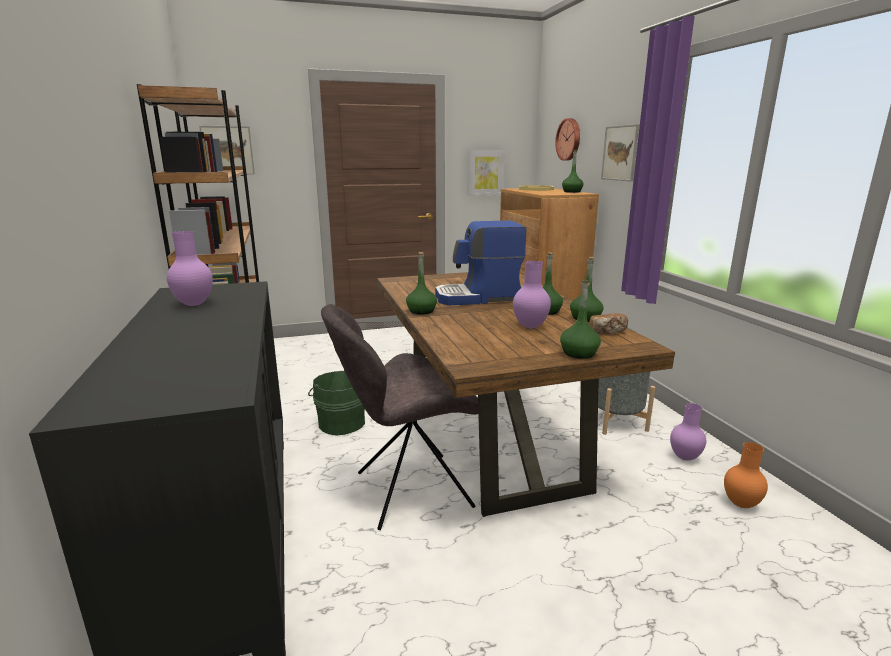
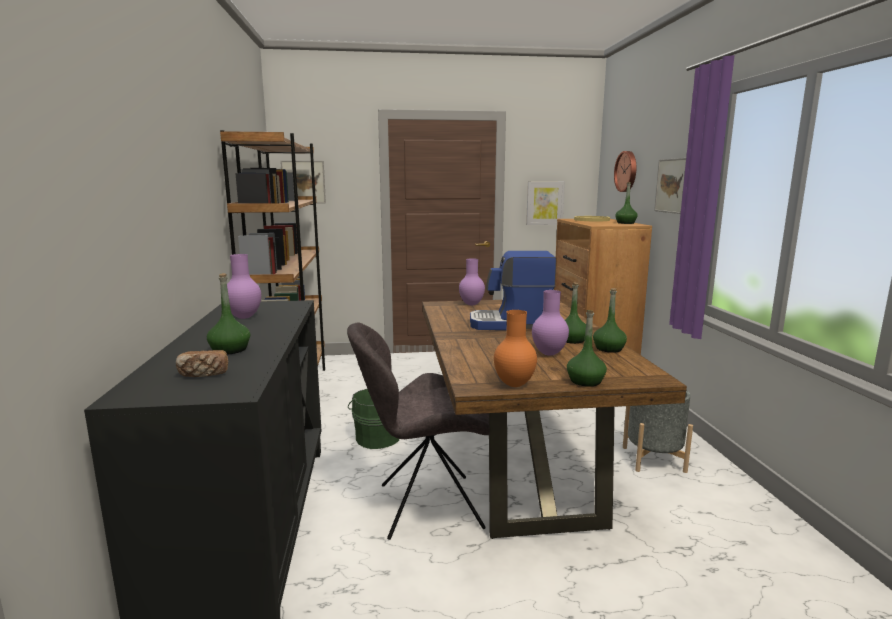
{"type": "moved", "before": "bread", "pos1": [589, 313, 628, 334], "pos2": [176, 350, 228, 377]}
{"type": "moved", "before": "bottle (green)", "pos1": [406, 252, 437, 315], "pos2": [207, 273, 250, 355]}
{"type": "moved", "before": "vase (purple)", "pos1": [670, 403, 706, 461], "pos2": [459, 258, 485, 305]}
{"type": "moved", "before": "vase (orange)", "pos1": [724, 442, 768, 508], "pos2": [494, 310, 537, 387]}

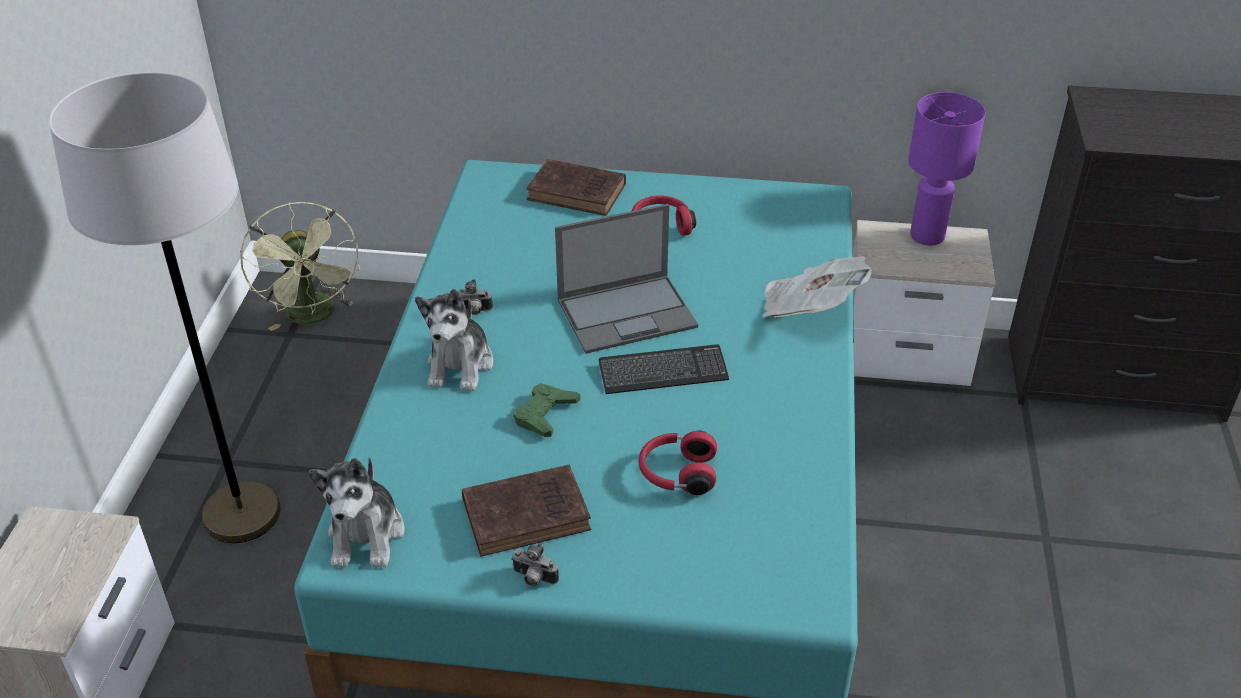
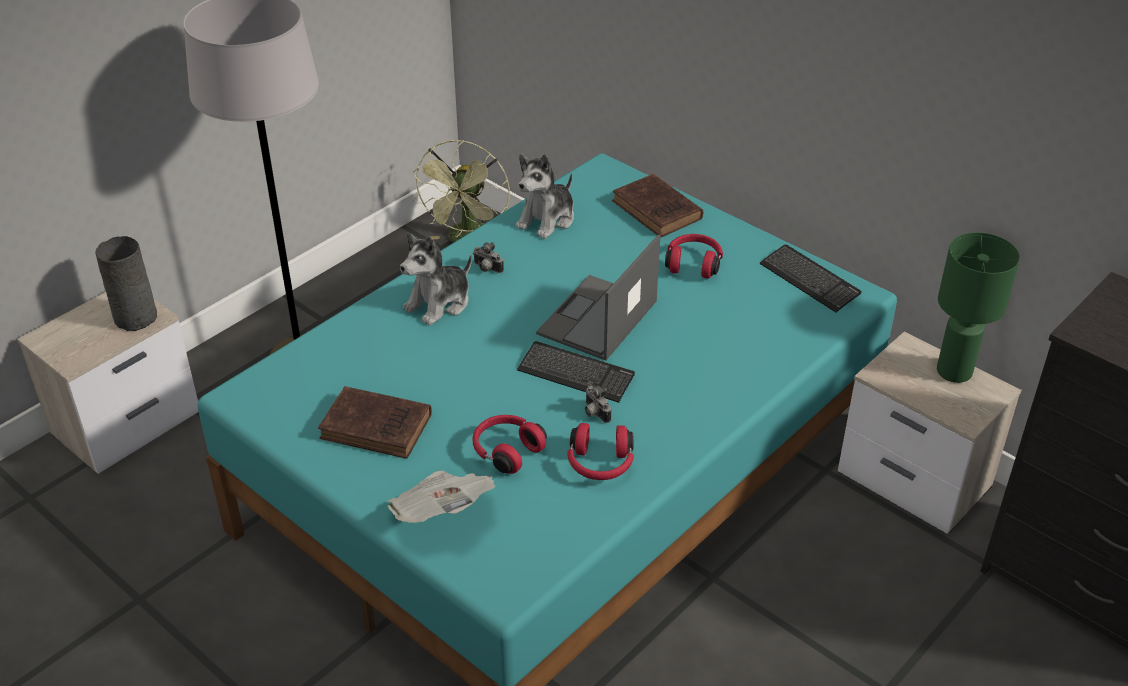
{"type": "added", "after": "vase (grey)", "pos2": [95, 236, 157, 331]}
{"type": "moved", "before": "newspaper", "pos1": [763, 256, 872, 317], "pos2": [387, 471, 495, 523]}
{"type": "moved", "before": "plush toy", "pos1": [309, 456, 404, 568], "pos2": [516, 154, 574, 239]}
{"type": "turned", "before": "laptop", "pos1": [555, 204, 698, 354], "pos2": [536, 235, 660, 360], "turn": 105}
{"type": "added", "after": "headphones (red)", "pos2": [567, 423, 634, 480]}
{"type": "moved", "before": "photo camera", "pos1": [511, 543, 559, 586], "pos2": [585, 386, 611, 423]}
{"type": "added", "after": "keyboard", "pos2": [760, 244, 862, 312]}
{"type": "recoloured", "before": "table lamp (purple)", "after": "table lamp (green)", "pos1": [908, 92, 985, 245], "pos2": [937, 232, 1020, 383]}
{"type": "removed", "before": "game controller (green)", "pos1": [514, 383, 580, 437]}

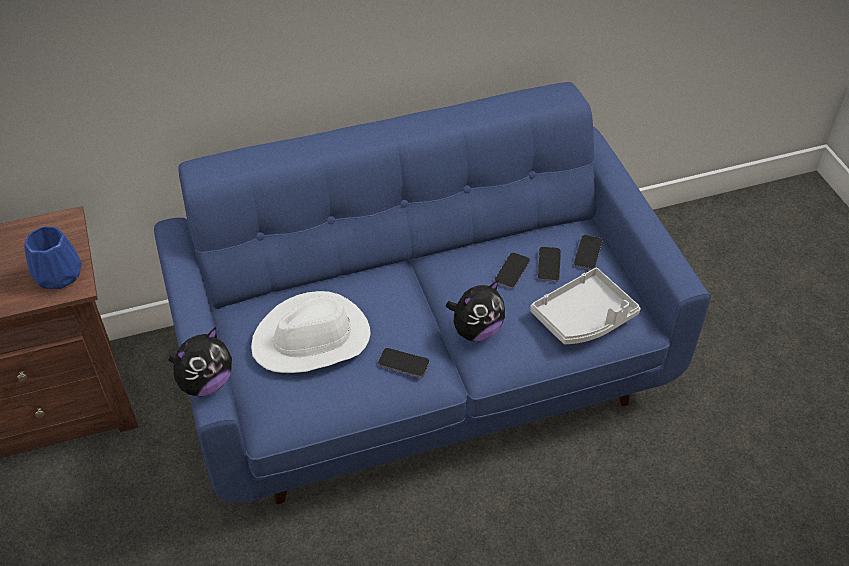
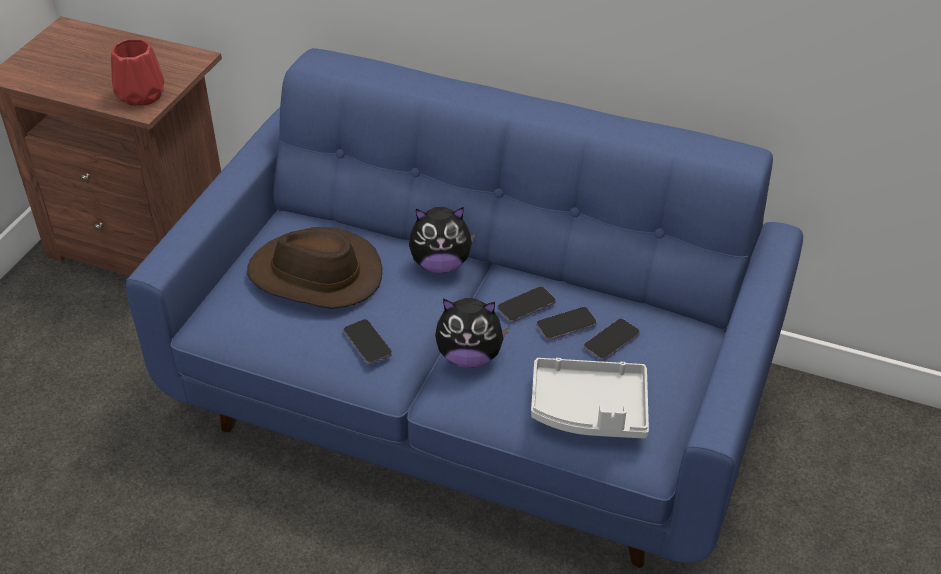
{"type": "recoloured", "before": "vase (blue)", "after": "vase (red)", "pos1": [24, 226, 82, 289], "pos2": [111, 39, 164, 106]}
{"type": "recoloured", "before": "hat (white)", "after": "hat (brown)", "pos1": [251, 291, 371, 373], "pos2": [247, 227, 382, 309]}
{"type": "moved", "before": "plush toy", "pos1": [169, 327, 232, 396], "pos2": [409, 207, 476, 273]}
{"type": "moved", "before": "phone", "pos1": [574, 235, 603, 270], "pos2": [497, 286, 556, 322]}

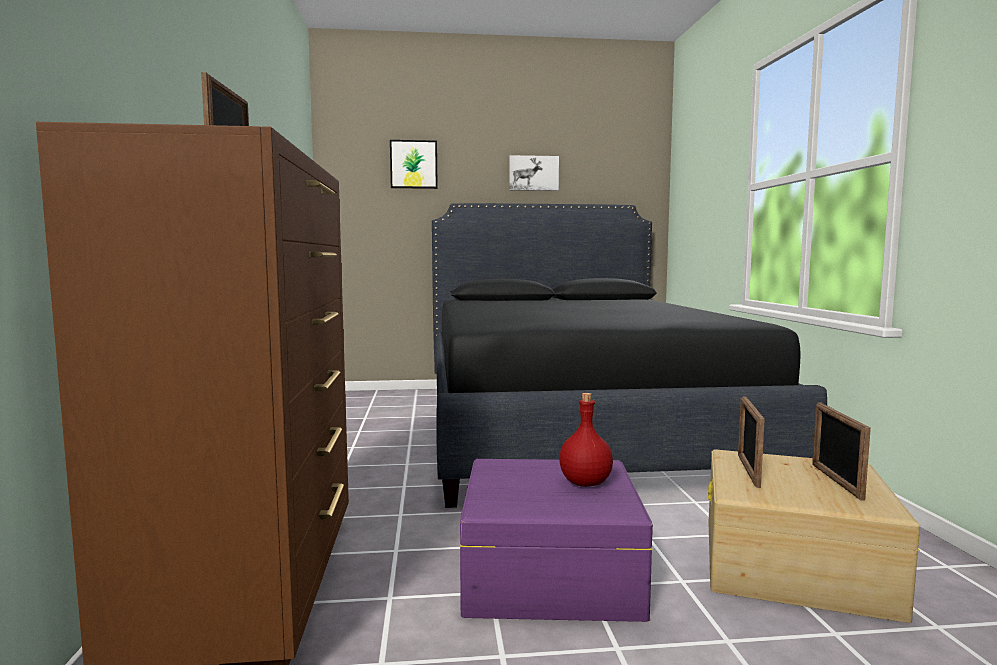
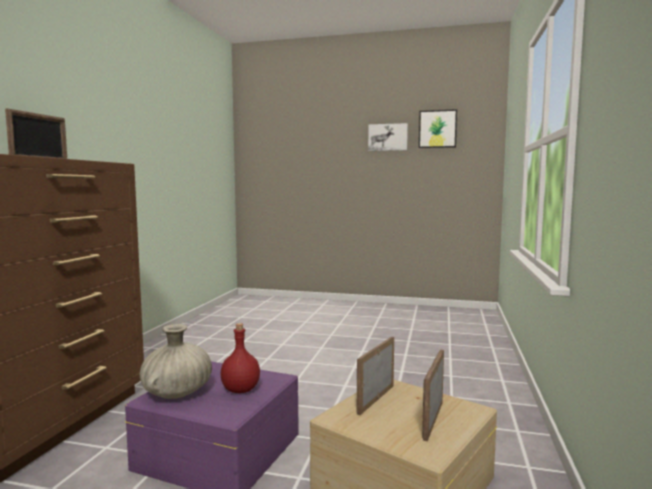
{"type": "added", "after": "vase (beige)", "pos2": [140, 324, 212, 399]}
{"type": "moved", "before": "picture", "pos1": [390, 140, 438, 189], "pos2": [419, 109, 457, 148]}
{"type": "removed", "before": "bed (black)", "pos1": [432, 203, 827, 508]}

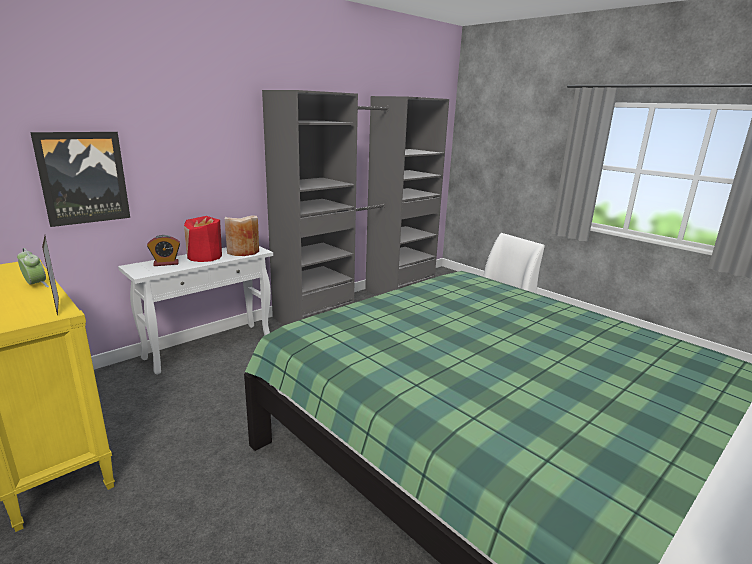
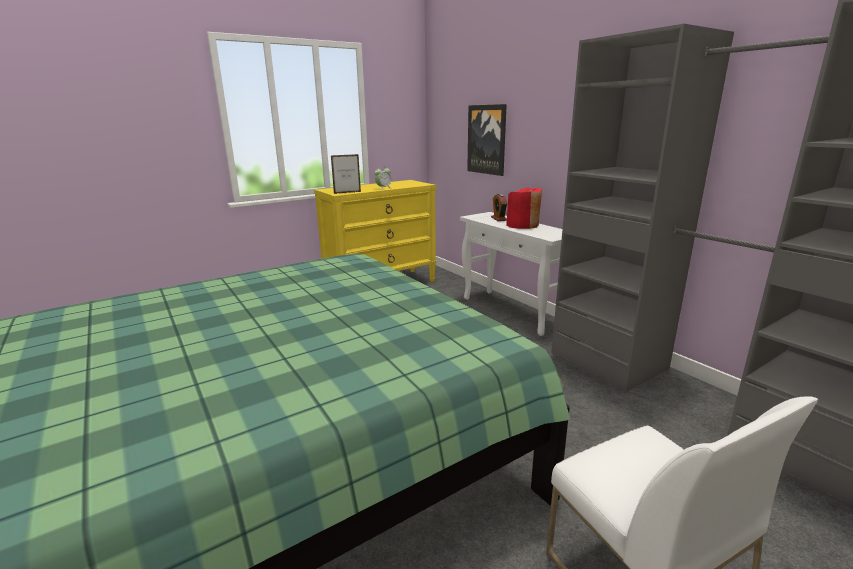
{"type": "removed", "before": "vase (beige)", "pos1": [225, 215, 259, 256]}

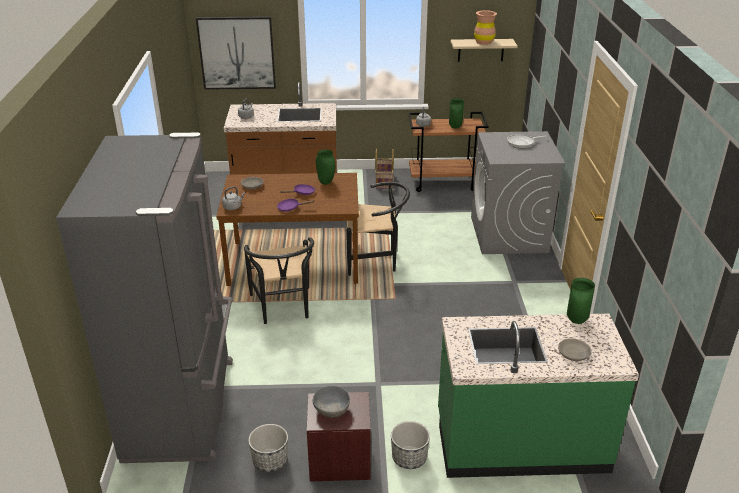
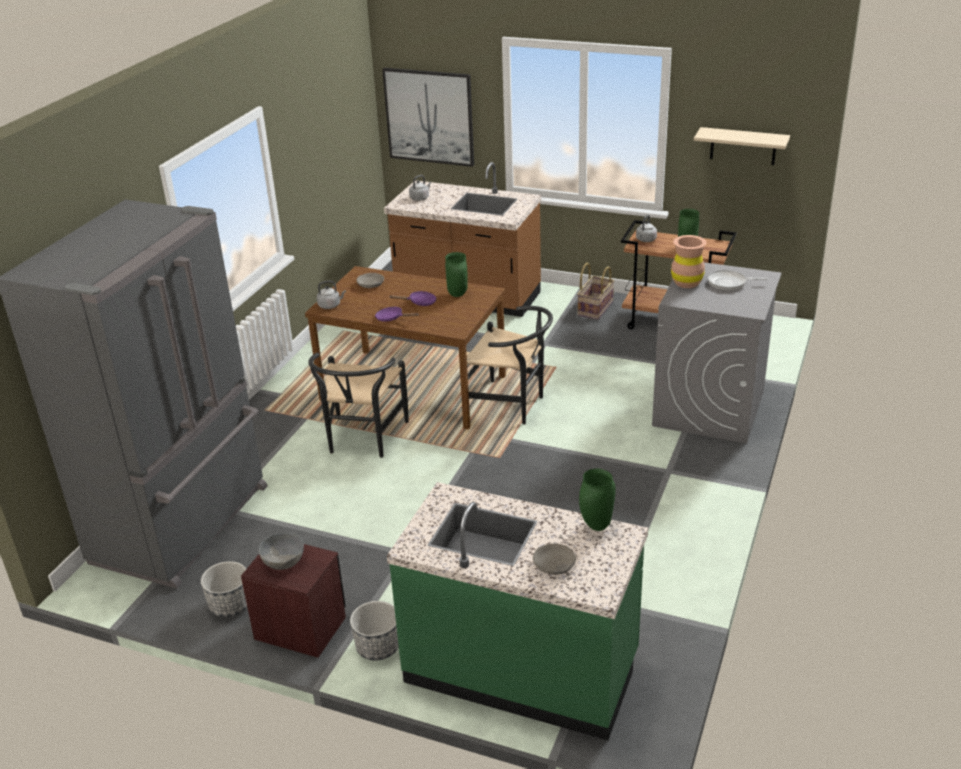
{"type": "moved", "before": "vase (brown)", "pos1": [474, 10, 497, 45], "pos2": [671, 235, 707, 288]}

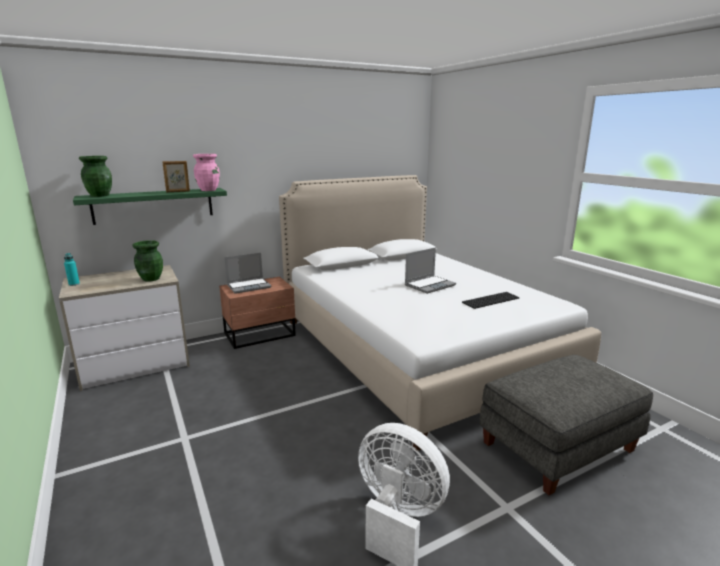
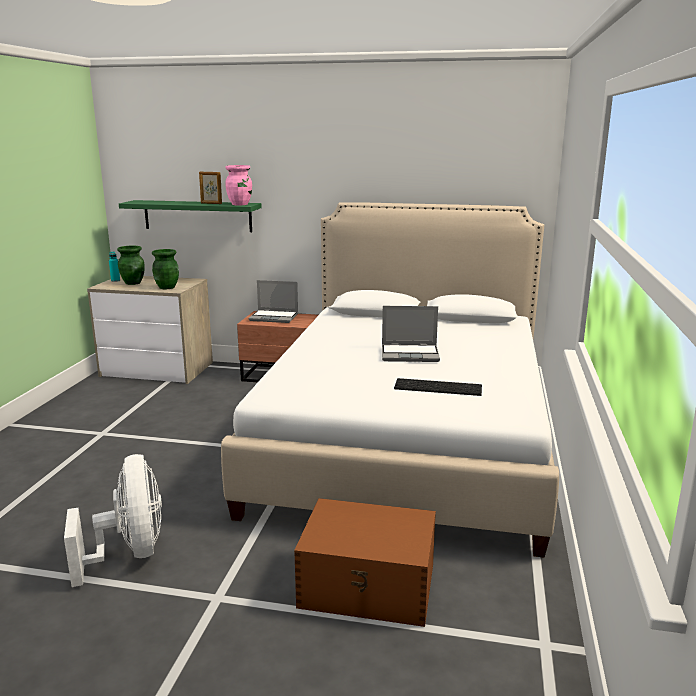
{"type": "moved", "before": "vase (green)", "pos1": [79, 156, 112, 197], "pos2": [117, 246, 145, 285]}
{"type": "replaced", "before": "ottoman (grey)", "after": "storage box (brown)", "pos1": [479, 355, 653, 495], "pos2": [294, 498, 436, 627]}

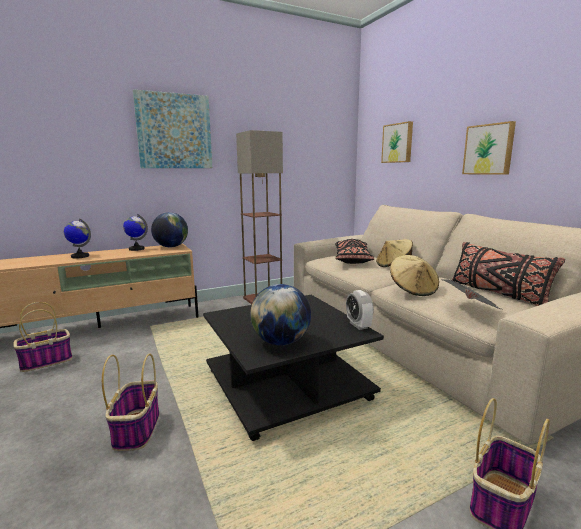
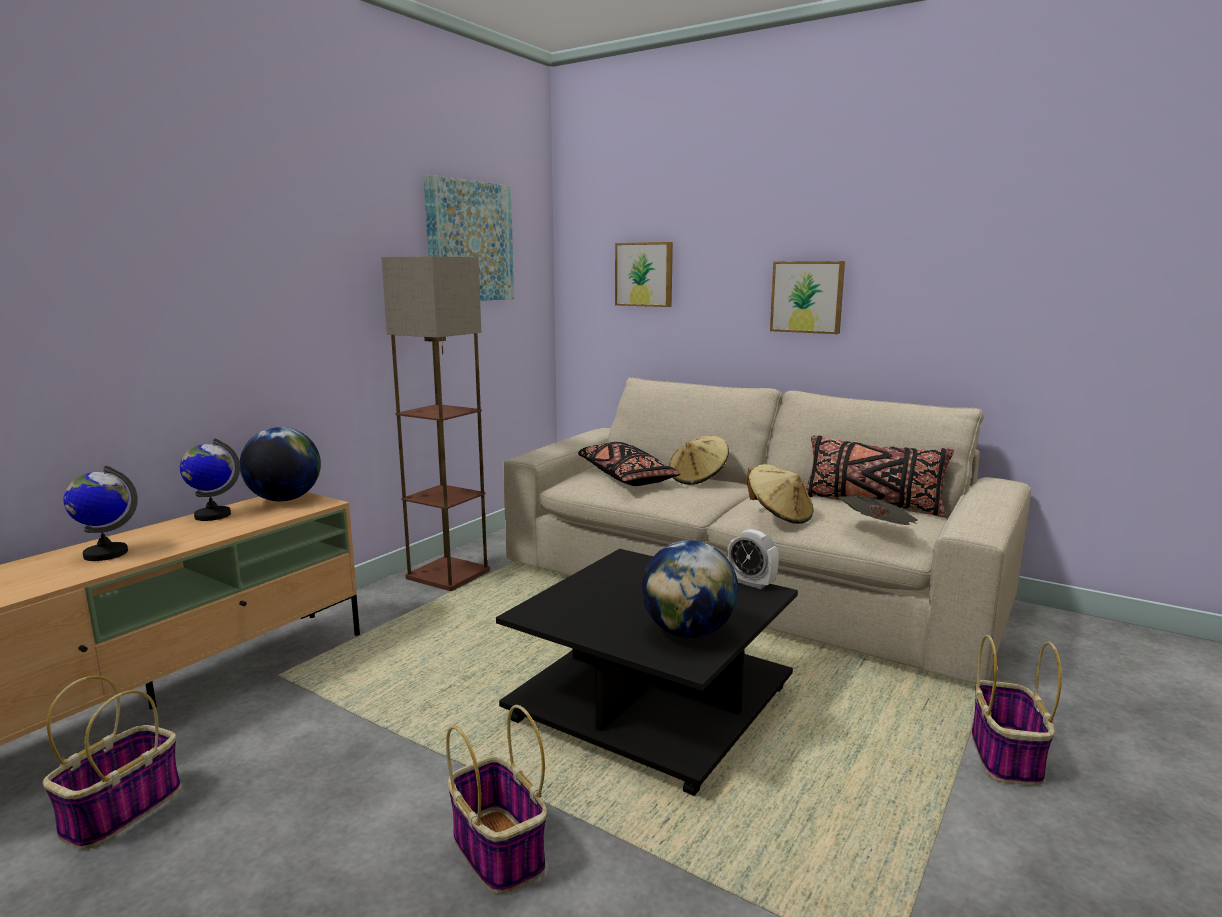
{"type": "moved", "before": "picture", "pos1": [133, 89, 212, 168], "pos2": [424, 175, 514, 301]}

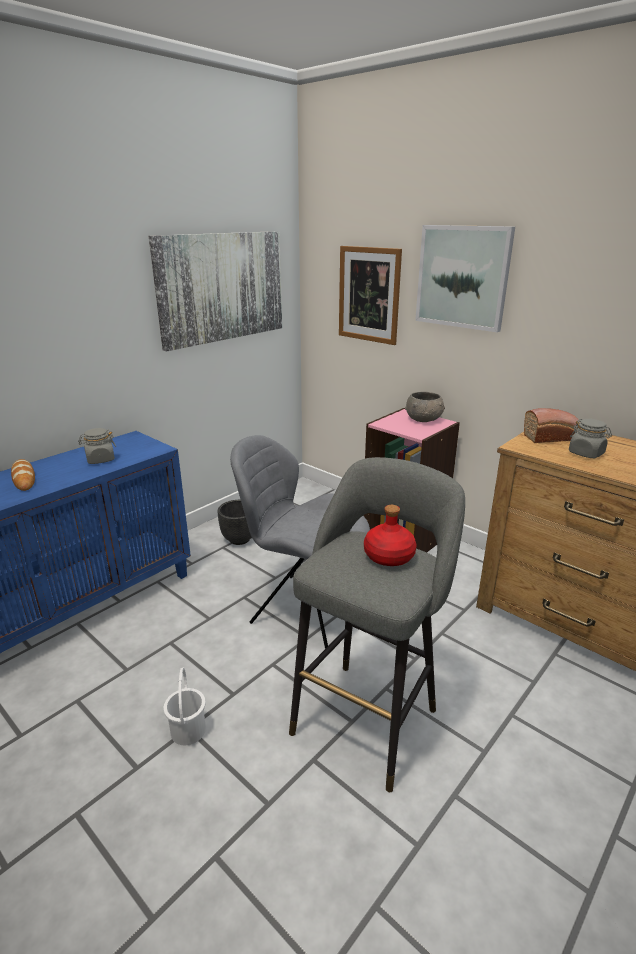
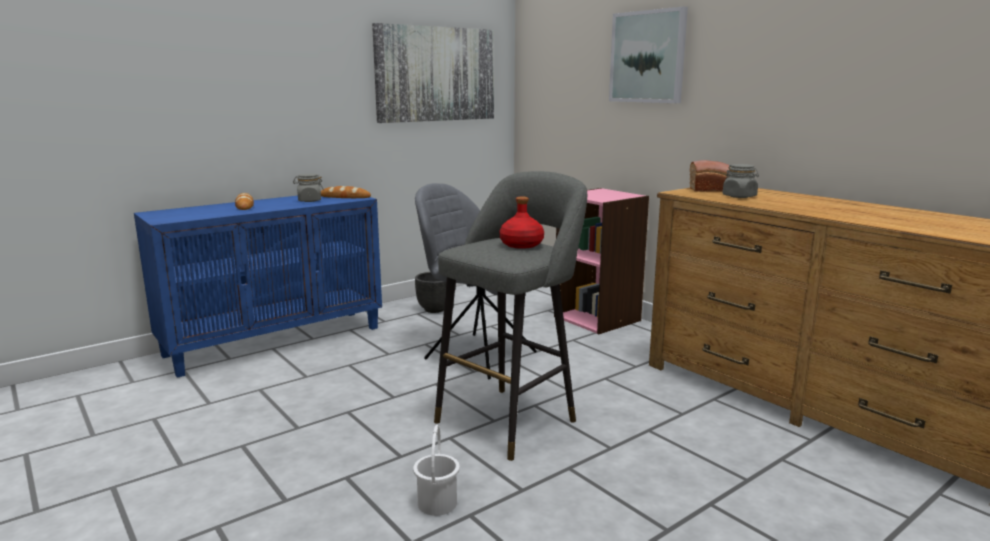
{"type": "added", "after": "bread", "pos2": [321, 186, 371, 198]}
{"type": "moved", "before": "bucket (white)", "pos1": [163, 668, 206, 745], "pos2": [413, 425, 460, 516]}
{"type": "removed", "before": "picture", "pos1": [339, 246, 402, 345]}
{"type": "removed", "before": "bowl (grey)", "pos1": [405, 392, 445, 422]}

